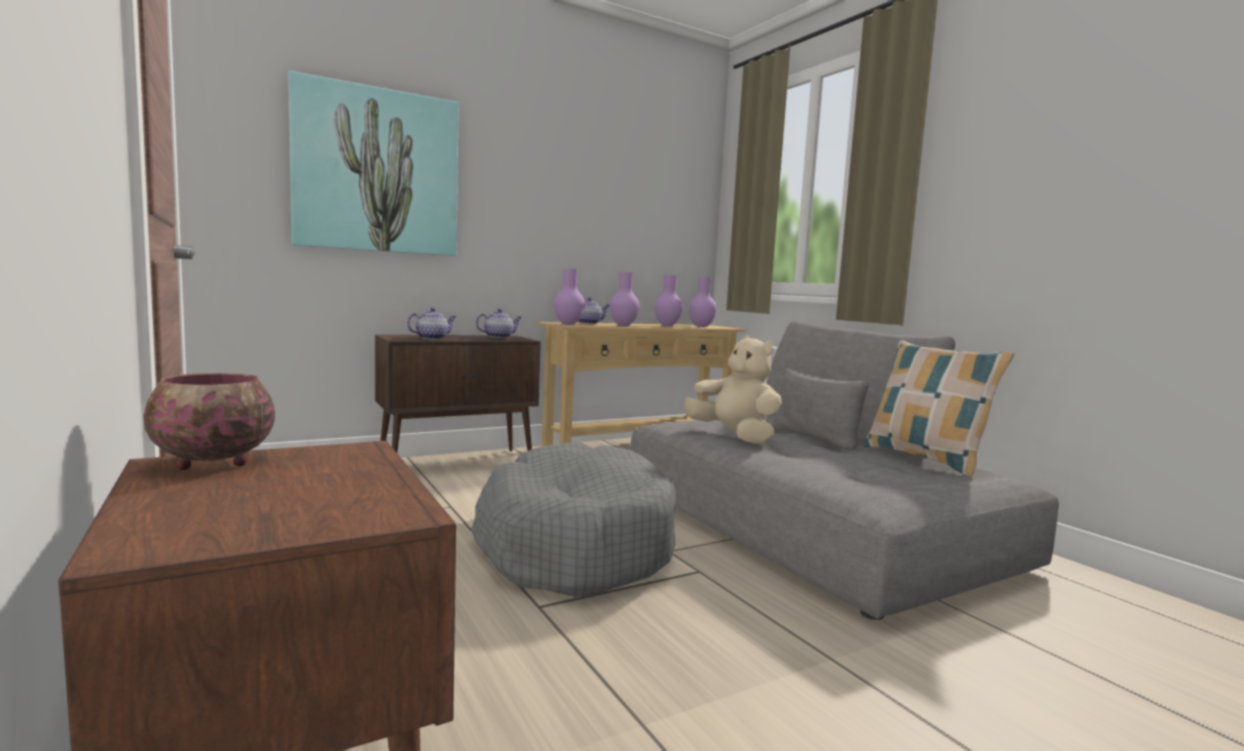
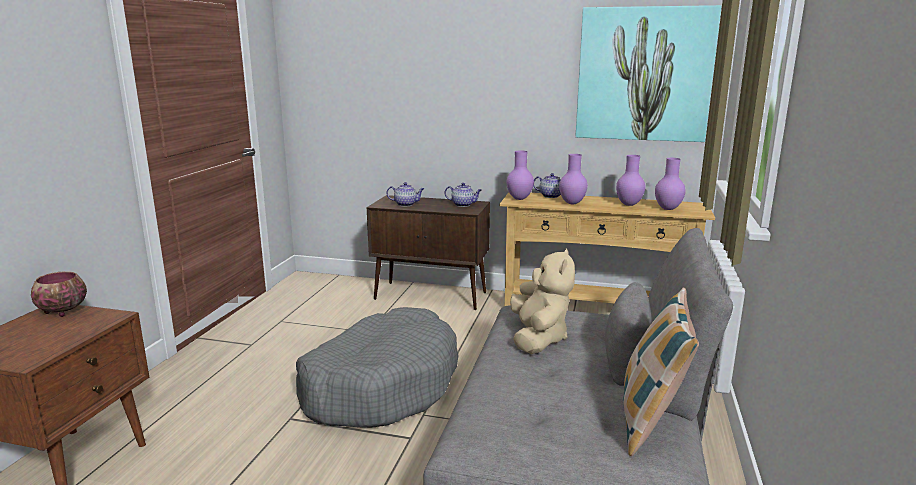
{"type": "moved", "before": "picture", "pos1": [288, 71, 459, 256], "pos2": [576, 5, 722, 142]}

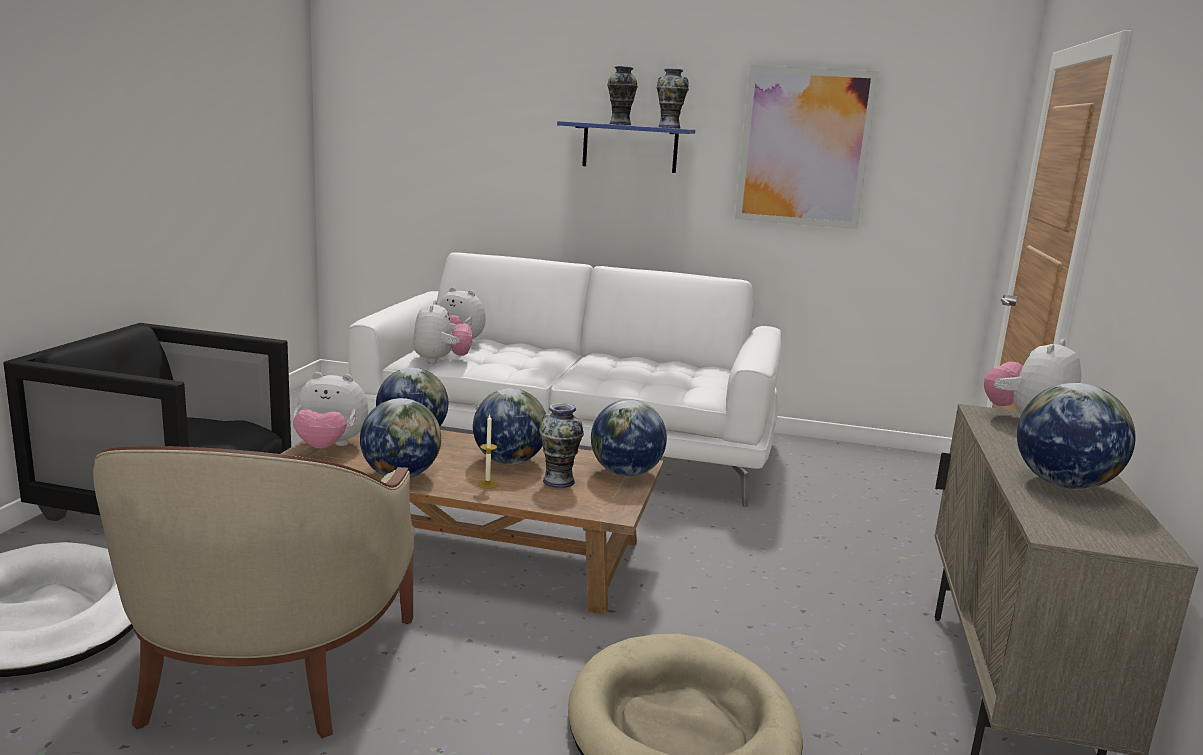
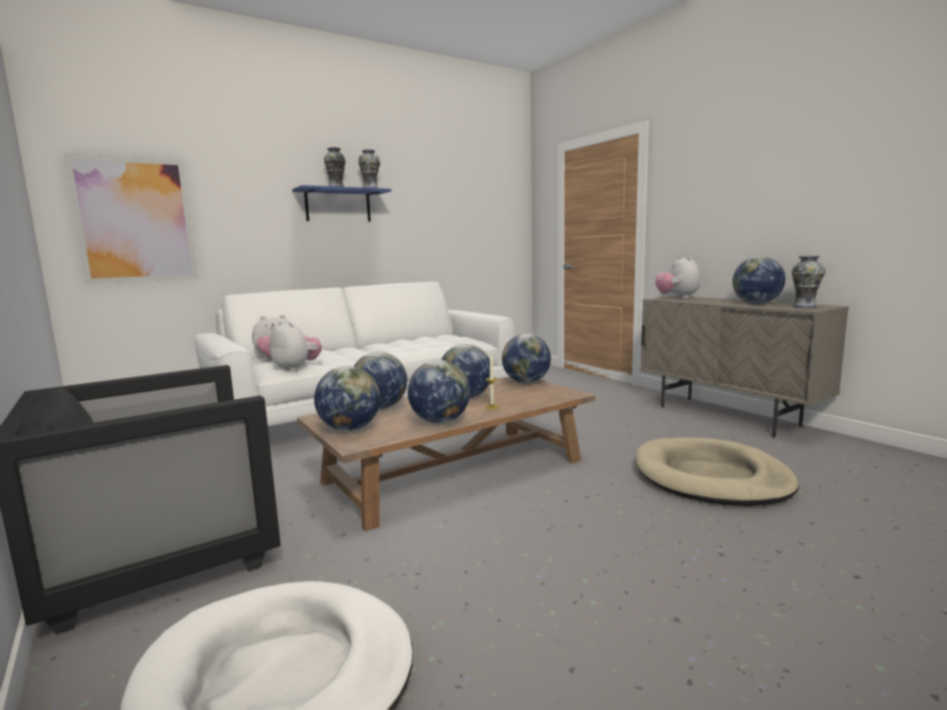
{"type": "moved", "before": "picture", "pos1": [735, 65, 879, 229], "pos2": [64, 153, 198, 284]}
{"type": "replaced", "before": "plush toy", "after": "globe", "pos1": [293, 372, 368, 449], "pos2": [314, 366, 380, 431]}
{"type": "moved", "before": "vase", "pos1": [539, 403, 584, 488], "pos2": [791, 255, 826, 308]}
{"type": "removed", "before": "armchair (beige)", "pos1": [93, 446, 415, 738]}

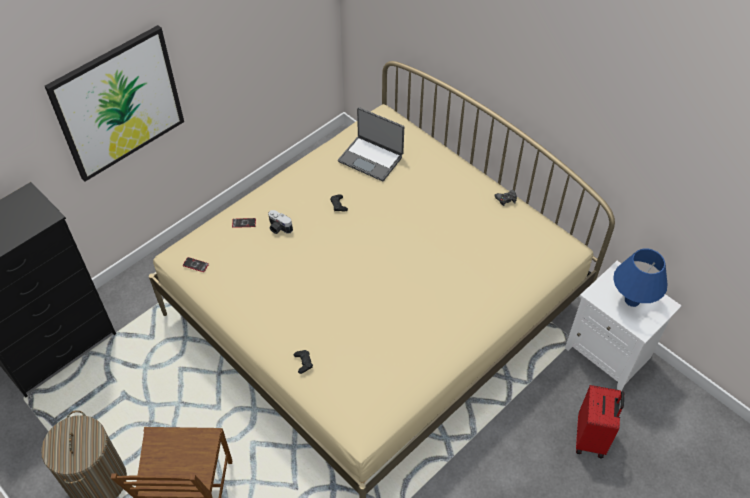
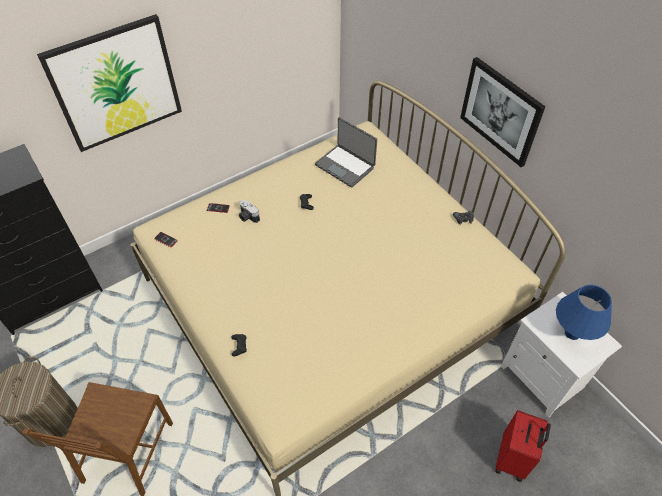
{"type": "added", "after": "picture", "pos2": [460, 57, 546, 167]}

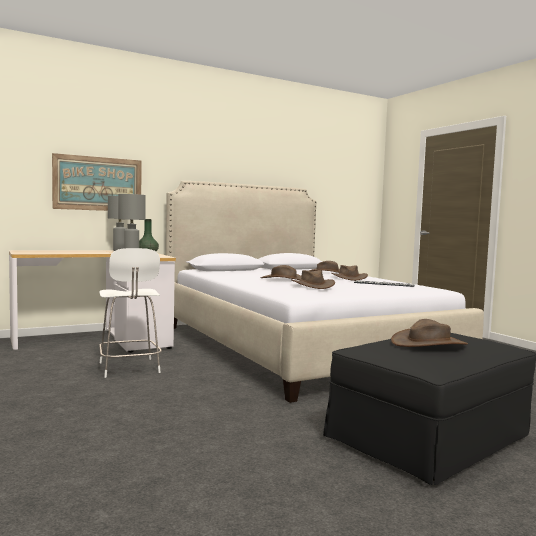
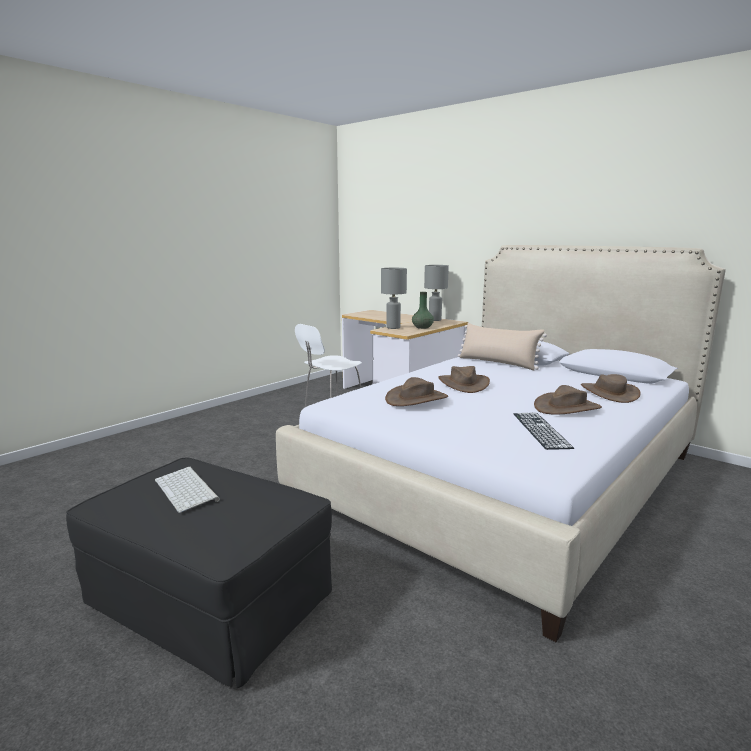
{"type": "replaced", "before": "hat (brown)", "after": "keyboard", "pos1": [391, 319, 468, 347], "pos2": [155, 467, 220, 513]}
{"type": "added", "after": "pillow (beige)", "pos2": [458, 323, 547, 370]}
{"type": "removed", "before": "picture", "pos1": [52, 153, 142, 211]}

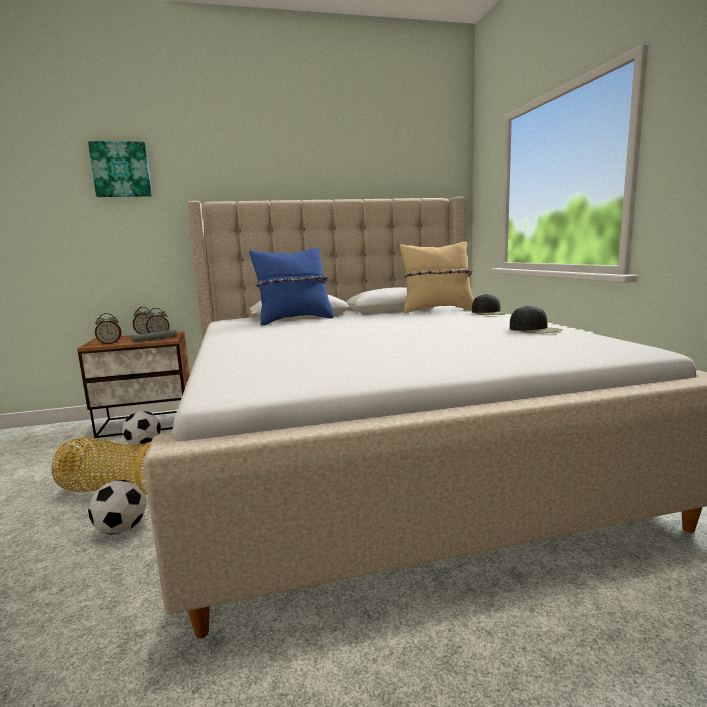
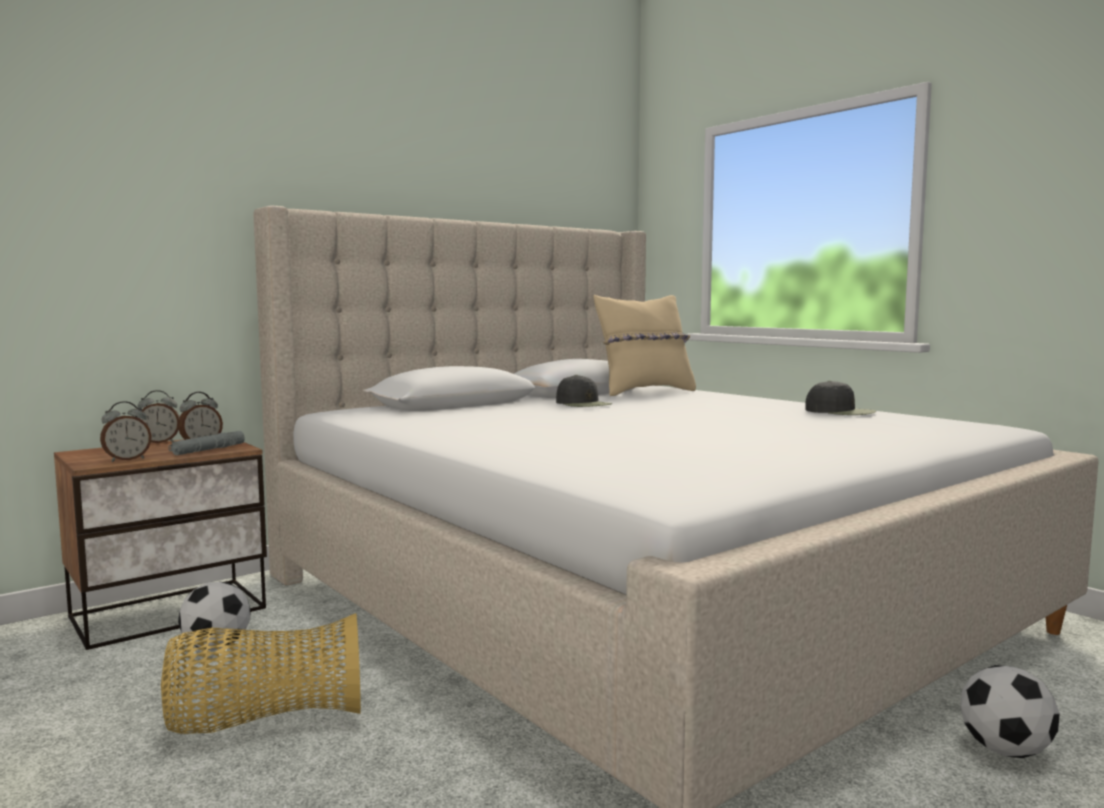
{"type": "moved", "before": "cap (black)", "pos1": [472, 294, 508, 315], "pos2": [556, 375, 612, 407]}
{"type": "moved", "before": "football", "pos1": [88, 480, 146, 534], "pos2": [960, 665, 1060, 758]}
{"type": "removed", "before": "picture", "pos1": [88, 141, 152, 197]}
{"type": "removed", "before": "pillow (blue)", "pos1": [249, 247, 334, 326]}

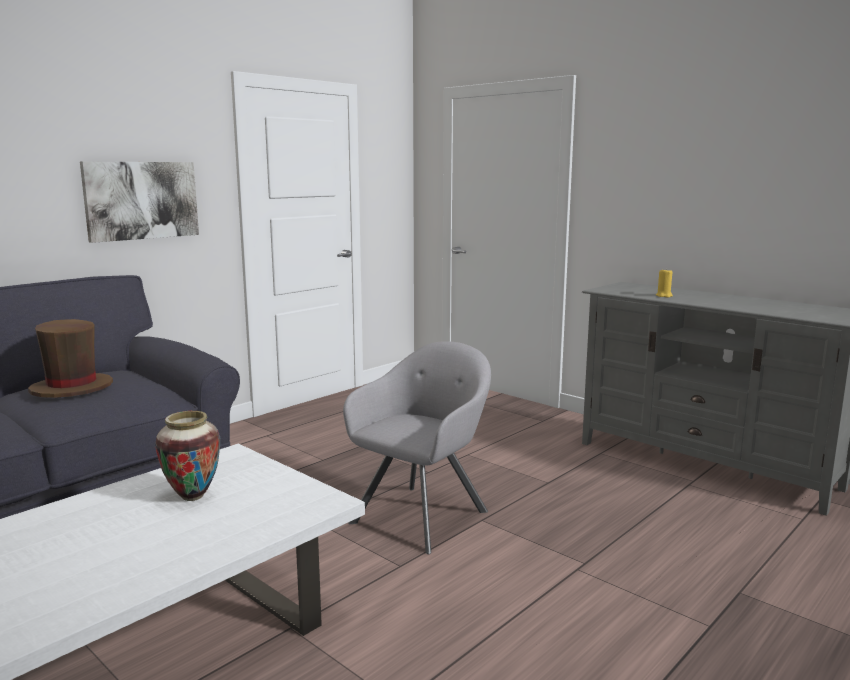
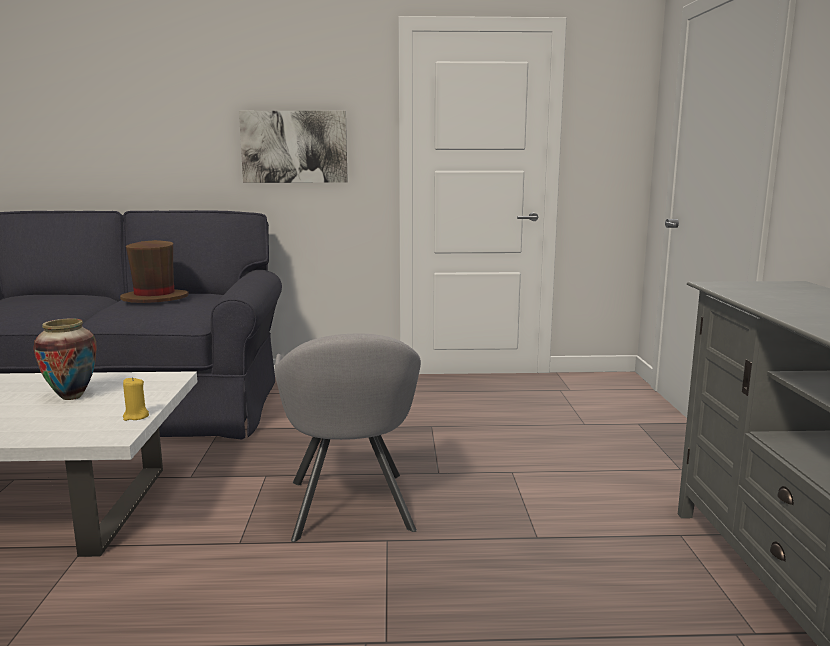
{"type": "moved", "before": "candle (yellow)", "pos1": [656, 268, 673, 298], "pos2": [123, 377, 149, 421]}
{"type": "turned", "before": "armchair (grey)", "pos1": [343, 341, 491, 554], "pos2": [275, 334, 421, 542], "turn": 90}

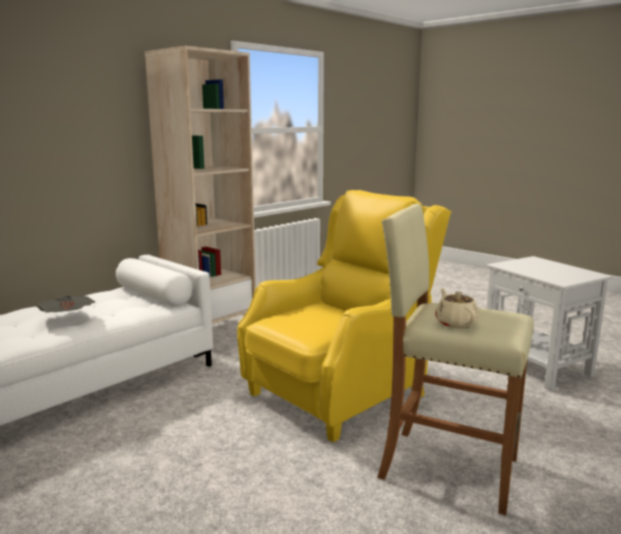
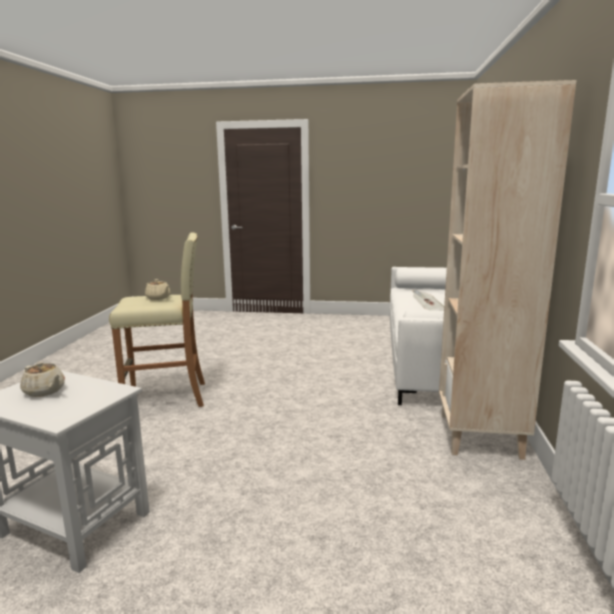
{"type": "added", "after": "teapot (beige)", "pos2": [20, 361, 65, 397]}
{"type": "removed", "before": "armchair (yellow)", "pos1": [237, 190, 452, 442]}

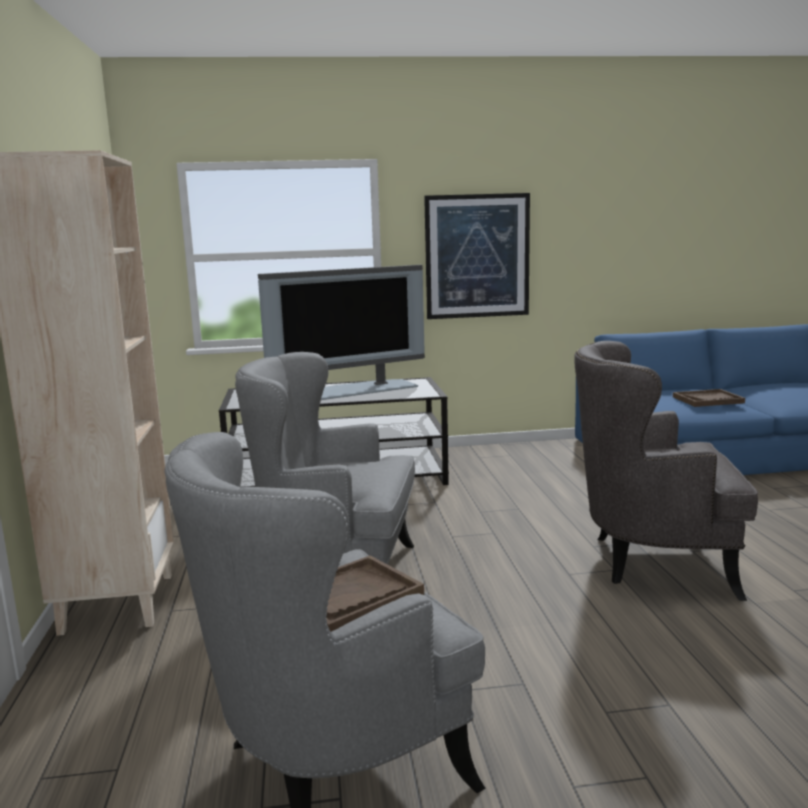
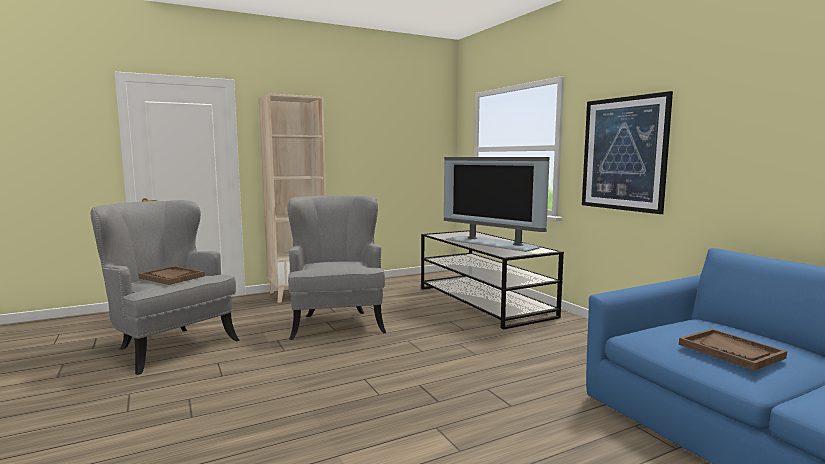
{"type": "removed", "before": "armchair (grey)", "pos1": [574, 341, 758, 601]}

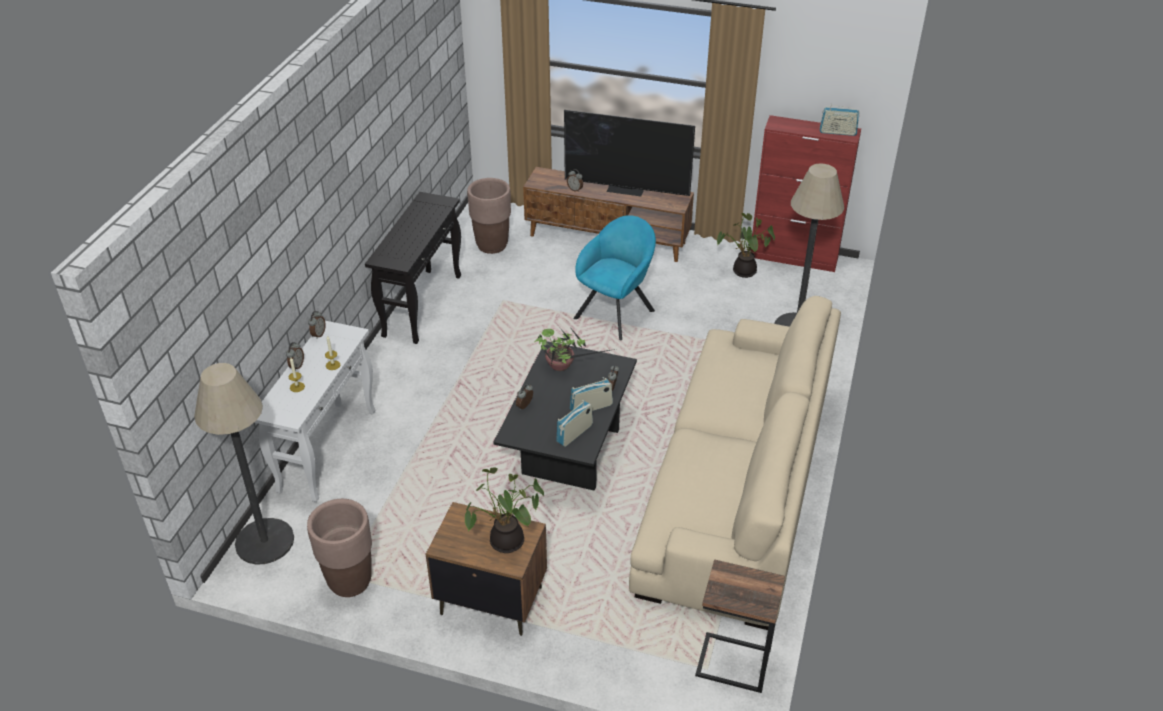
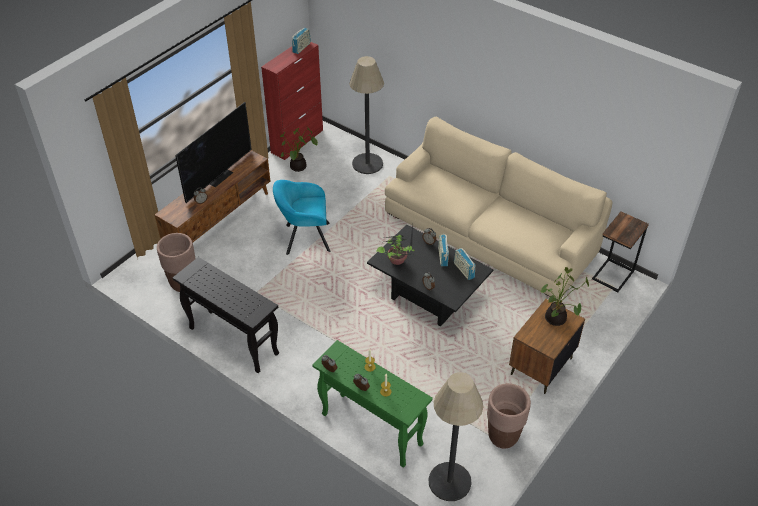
{"type": "turned", "before": "armchair (turquoise)", "pos1": [573, 215, 656, 341], "pos2": [273, 180, 331, 255], "turn": -60}
{"type": "recoloured", "before": "console table (white)", "after": "console table (green)", "pos1": [254, 321, 375, 502], "pos2": [312, 340, 433, 468]}

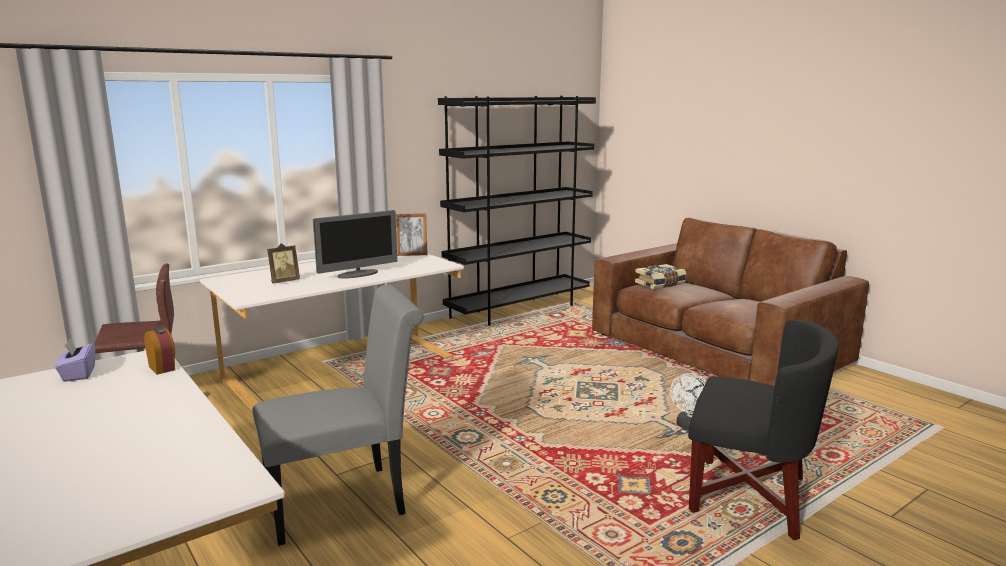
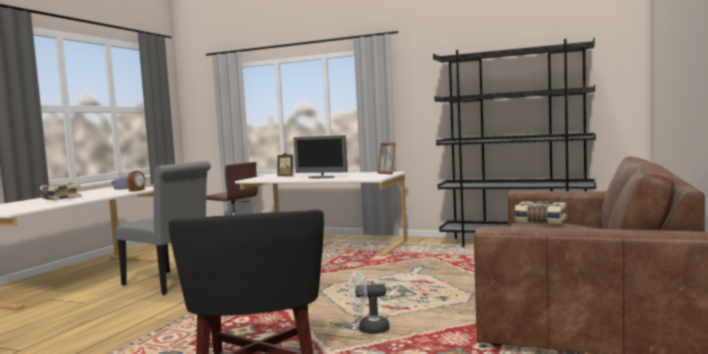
{"type": "added", "after": "book", "pos2": [40, 183, 81, 200]}

